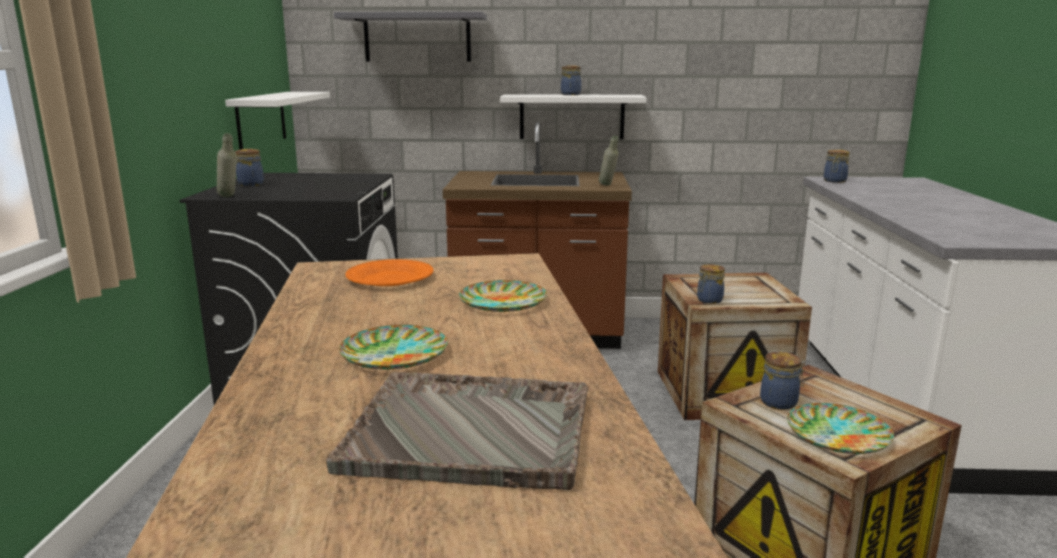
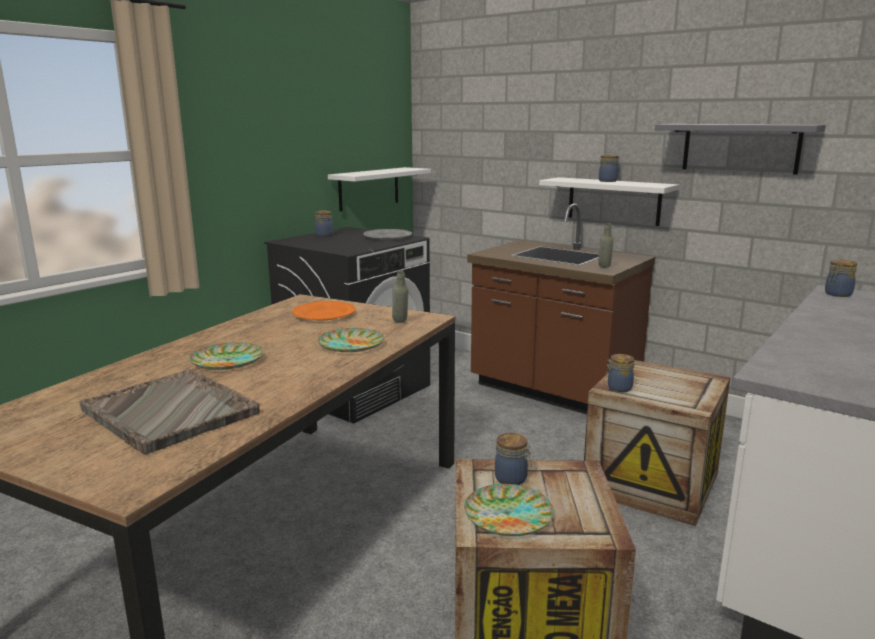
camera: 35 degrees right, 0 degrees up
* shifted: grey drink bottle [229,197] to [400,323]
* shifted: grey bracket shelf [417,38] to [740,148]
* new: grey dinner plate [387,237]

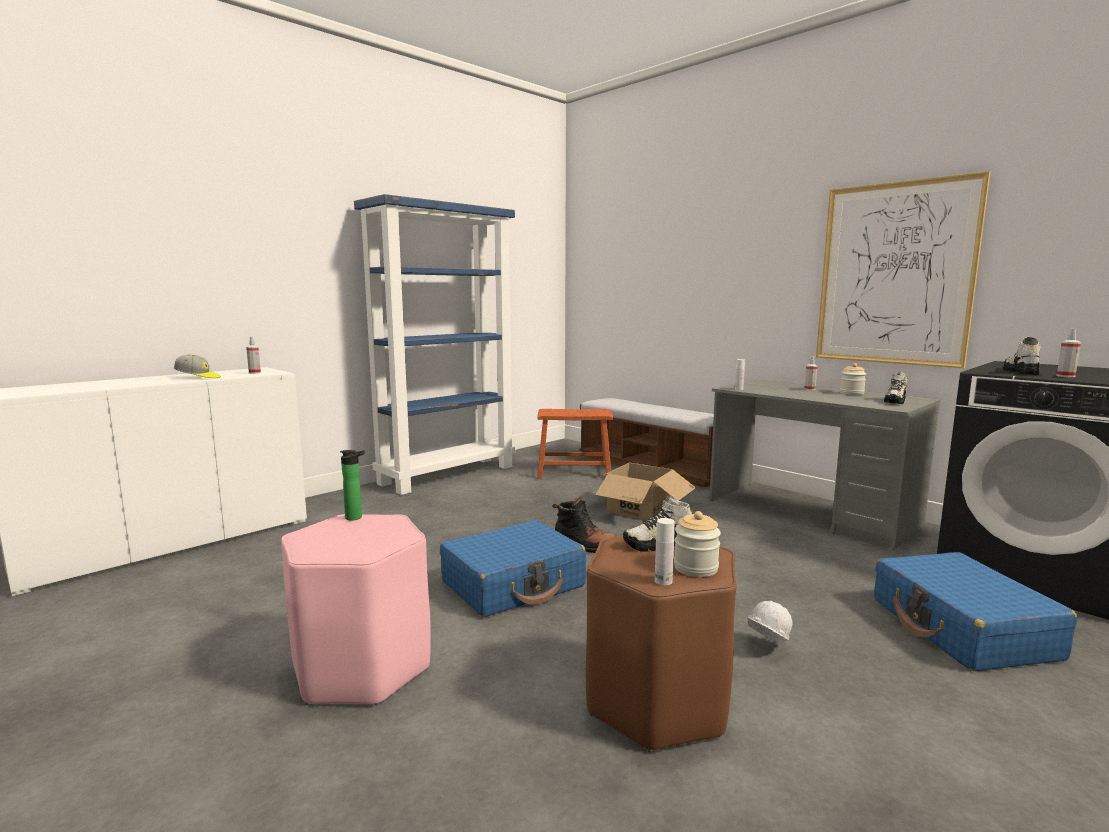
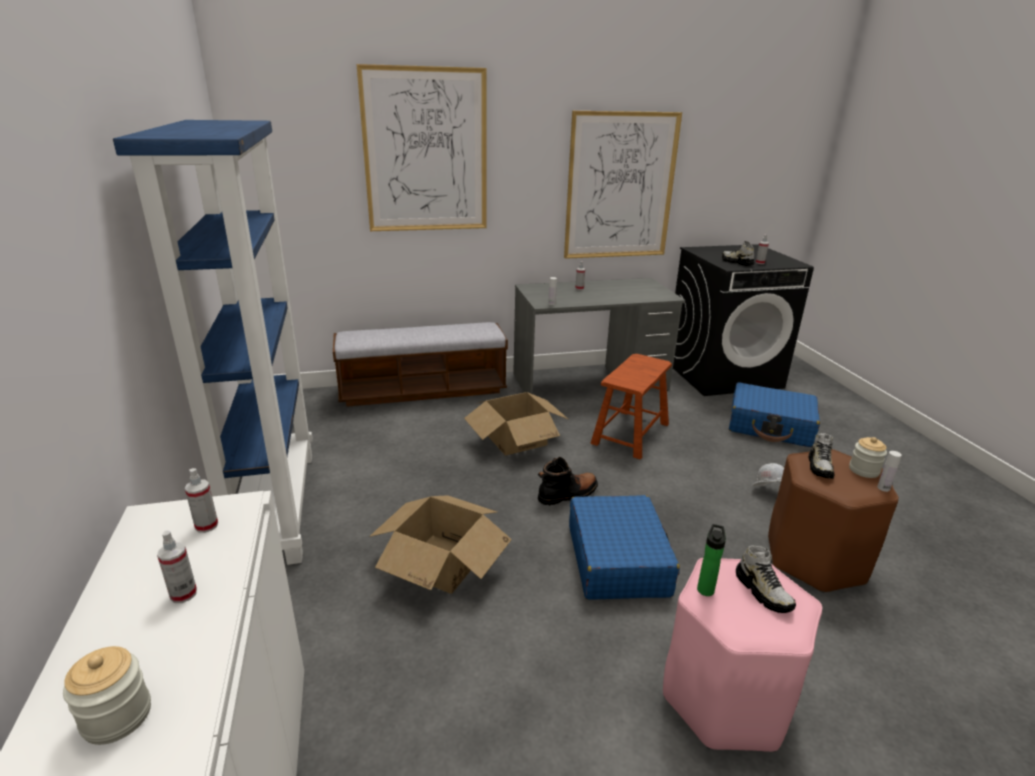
camera: 60 degrees left, 15 degrees up
* swapped: baseball cap [198,377] to sprayer [183,594]
* shifted: brown stool seat [574,472] to [630,433]
* shifted: preserve jar [851,393] to [117,716]
* shifted: shoe [895,401] to [763,592]
* new: wall picture [425,151]
* new: packing box [442,563]

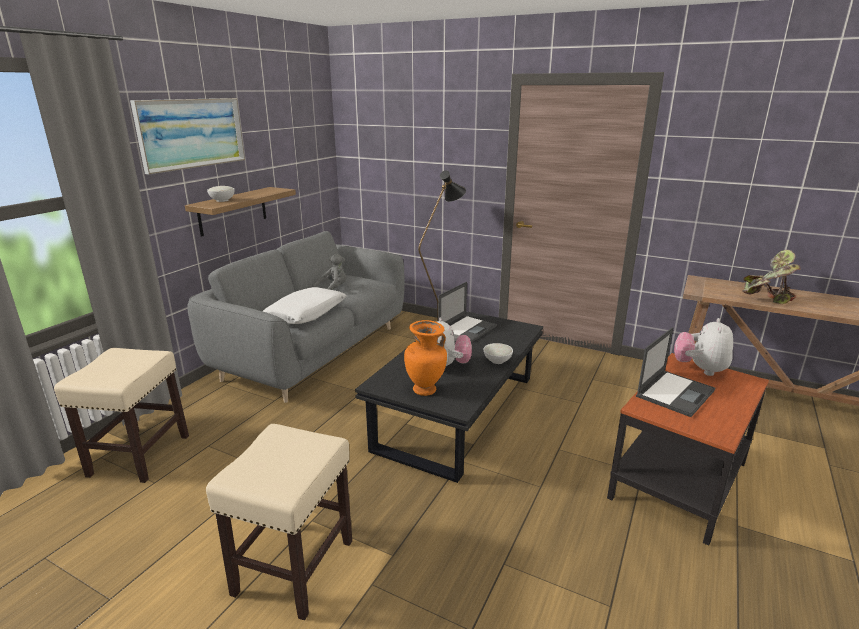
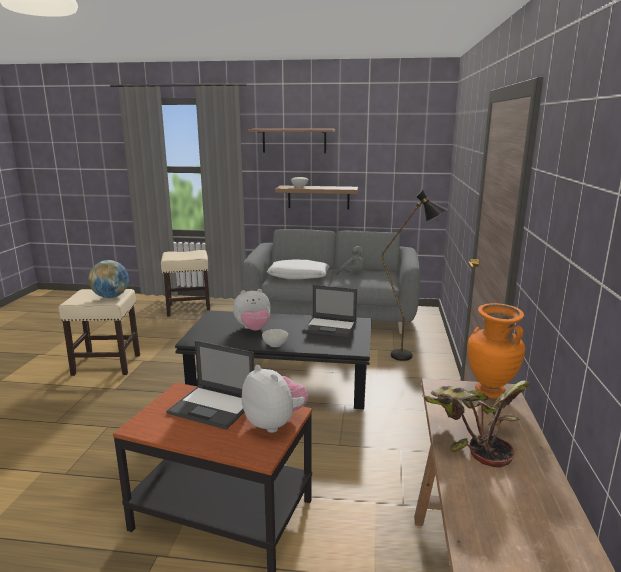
camera: 70 degrees right, 5 degrees down
* swapped: wall picture [192,133] to bracket shelf [294,140]
* shifted: orange decorative vase [425,391] to [489,392]
* rotated: plush toy [699,369] = [274,423] 45 degrees clockwise
* new: world globe [111,297]

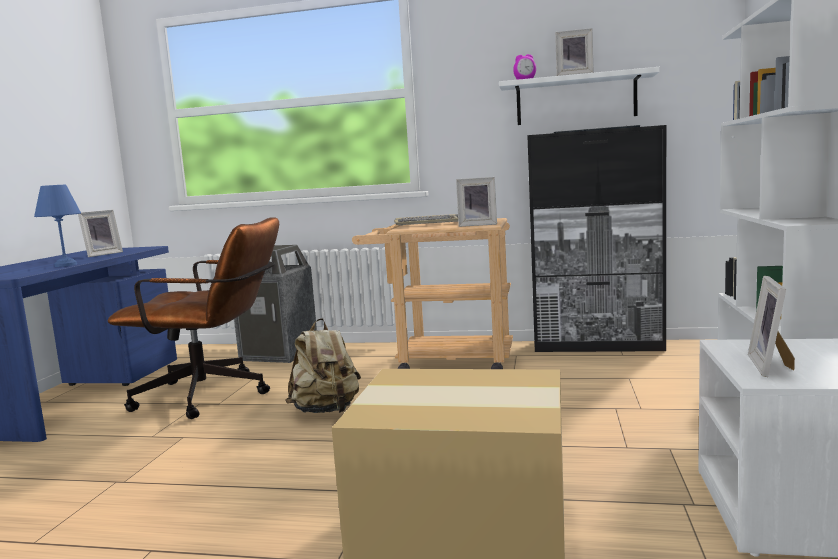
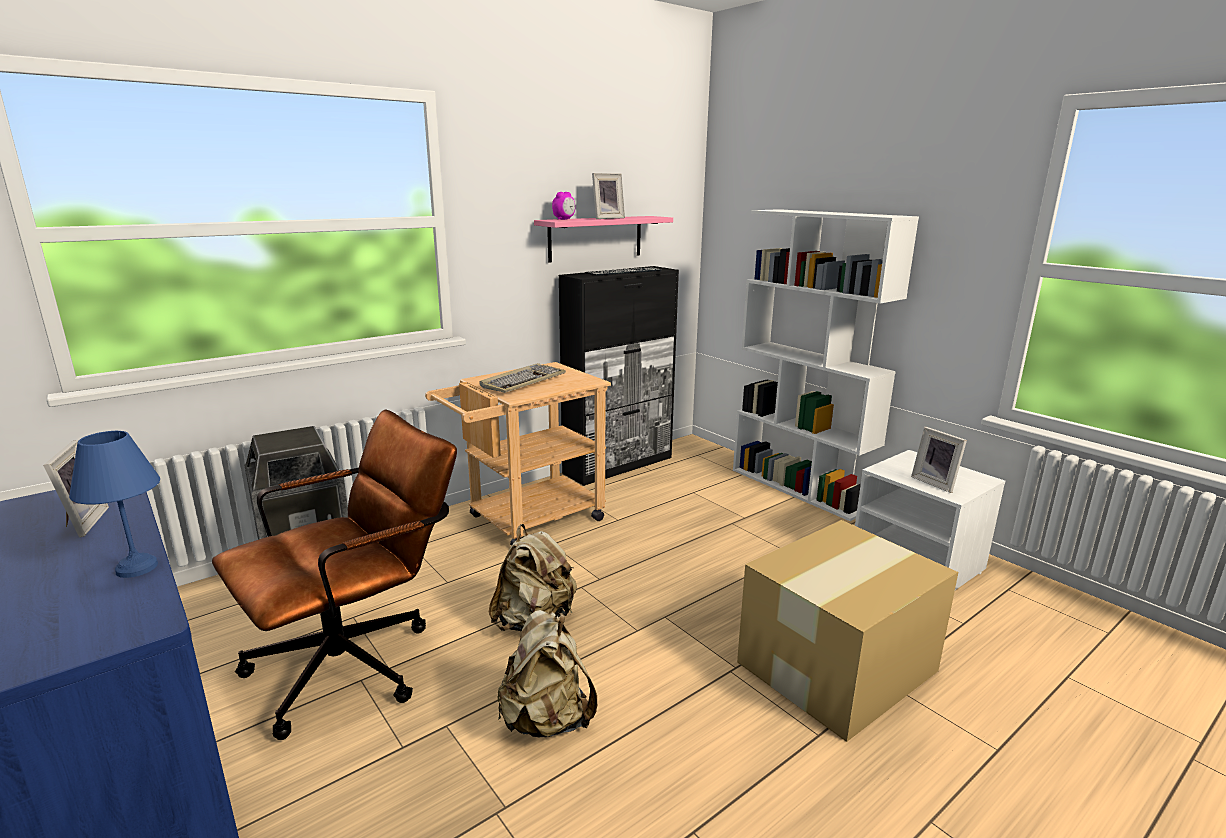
camera: 50 degrees left, 10 degrees up
* gone: picture frame [477,225]
* repainted: white bracket shelf [575,99] to pink bracket shelf [595,238]
* new: sand-coloured knapsack [546,720]

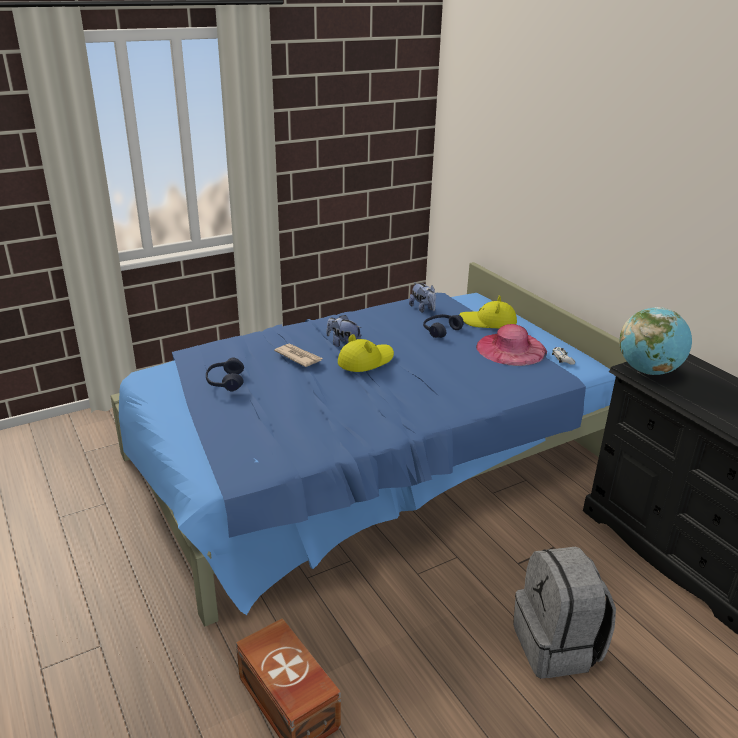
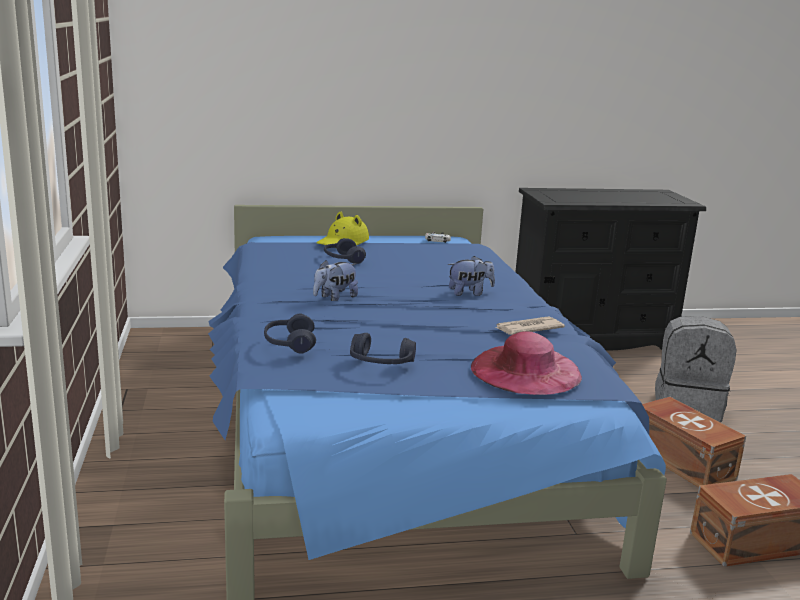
camera: 70 degrees left, 10 degrees down
* shifted: newspaper [298,357] to [527,328]
* gone: yellow clothing hat [365,360]
* shifted: plush toy [423,309] to [469,293]
* shifted: pink clothing hat [511,349] to [526,370]
* gone: world globe [648,371]
* new: blue headset [289,344]
* new: brown storage bin [682,461]

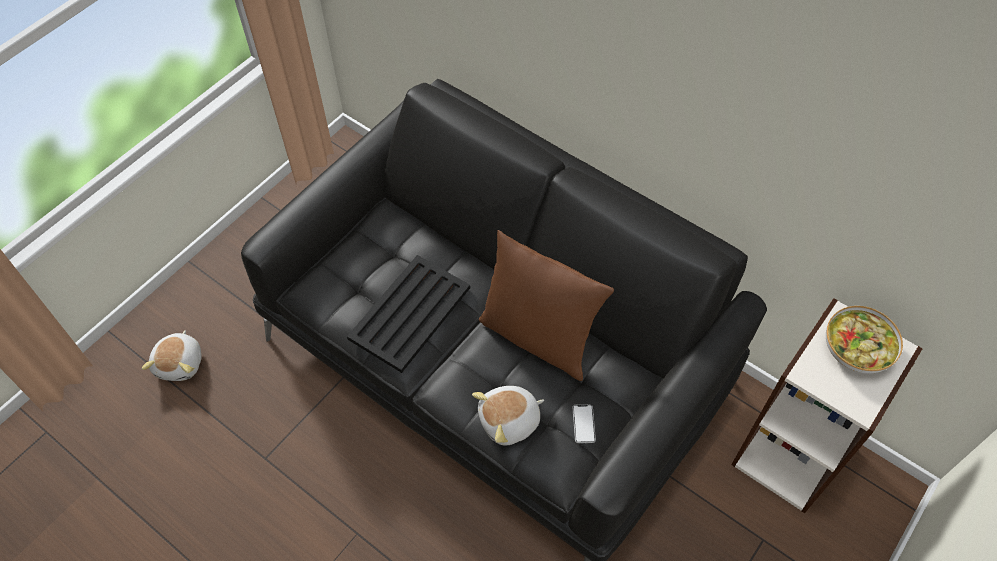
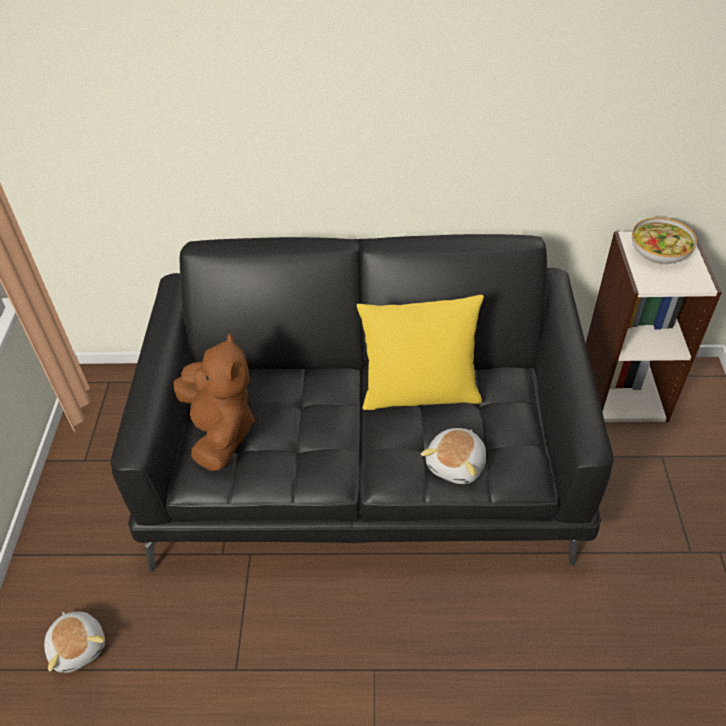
camera: 35 degrees left, 10 degrees down
* gone: black tray [409,314]
* repainted: brown throw pillow [538,337] to yellow throw pillow [420,393]
* gone: telephone [583,424]
* new: brown plush toy [220,432]

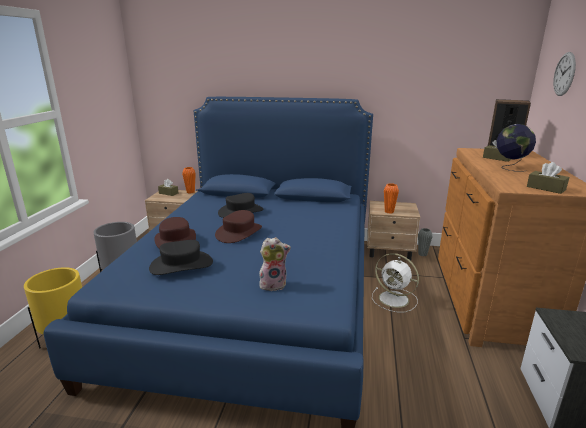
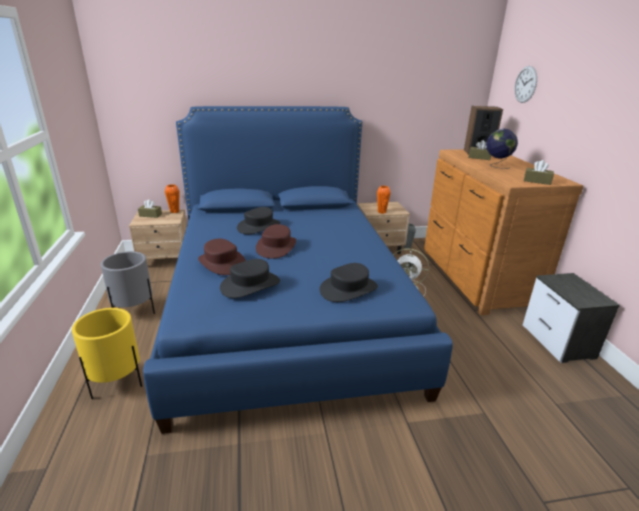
camera: 20 degrees left, 5 degrees up
* swapped: plush toy [273,284] to black clothing hat [348,289]

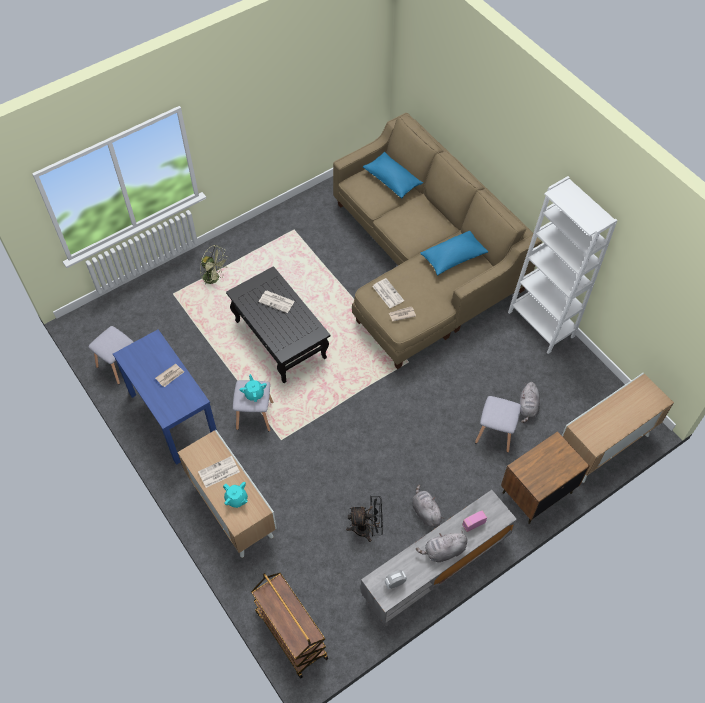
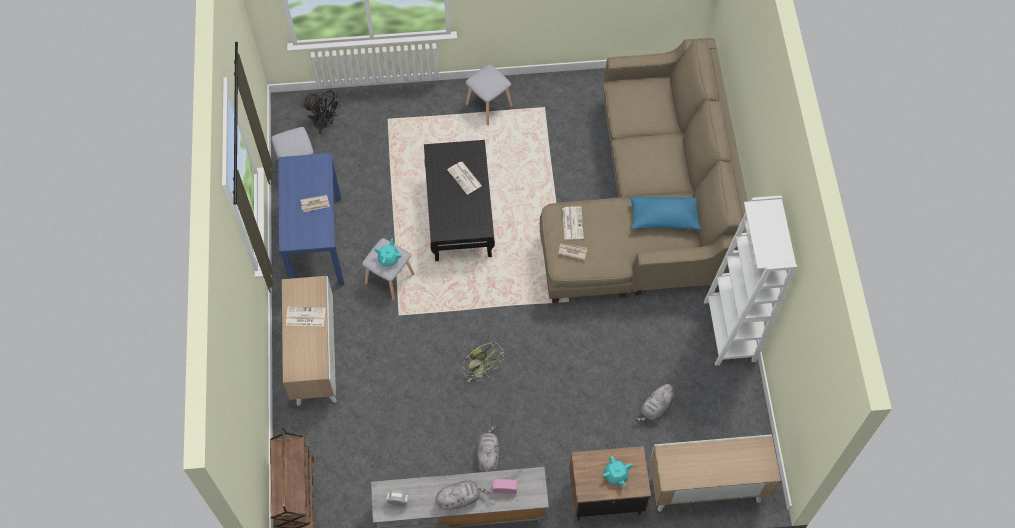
camera: 30 degrees right, 5 degrees up
* shifted: green fan [214,278] to [482,370]
* shifted: turquoise teapot [236,499] to [616,475]
* shifted: black fan [367,529] to [324,124]
* gone: blue throw pillow [392,180]
* rotated: grey plush toy [443,551] = [460,498] 150 degrees clockwise
* shifted: grey stool seat [495,434] to [488,106]

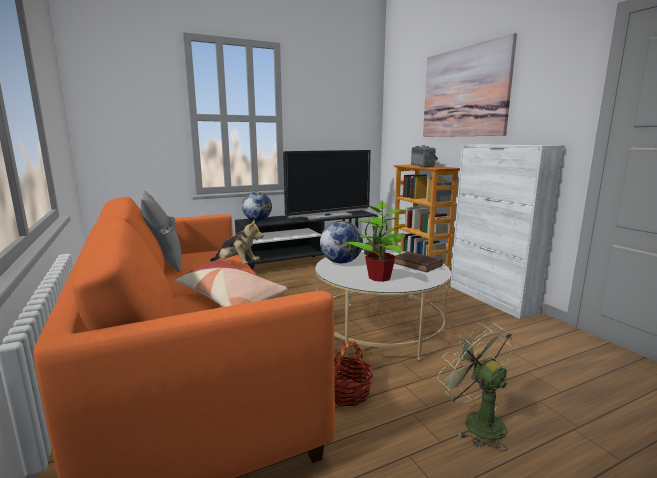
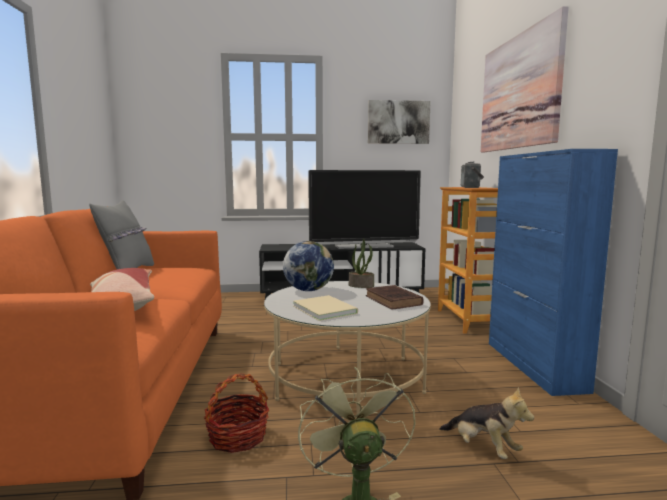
camera: 20 degrees right, 5 degrees down
* shifted: plush toy [237,265] to [483,448]
* gone: world globe [257,220]
* swapped: plant in a pot [379,278] to sand-coloured book [325,309]
* repainted: white cabinet [492,299] to blue cabinet [534,366]
* new: wall picture [398,122]

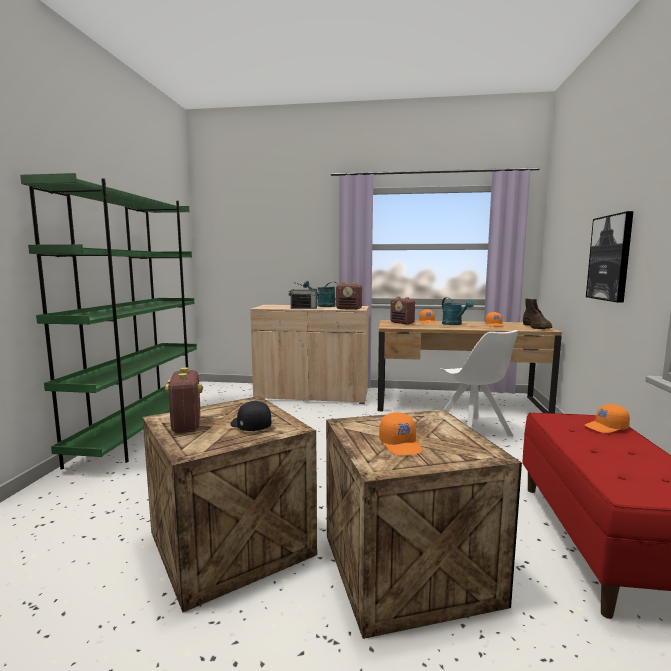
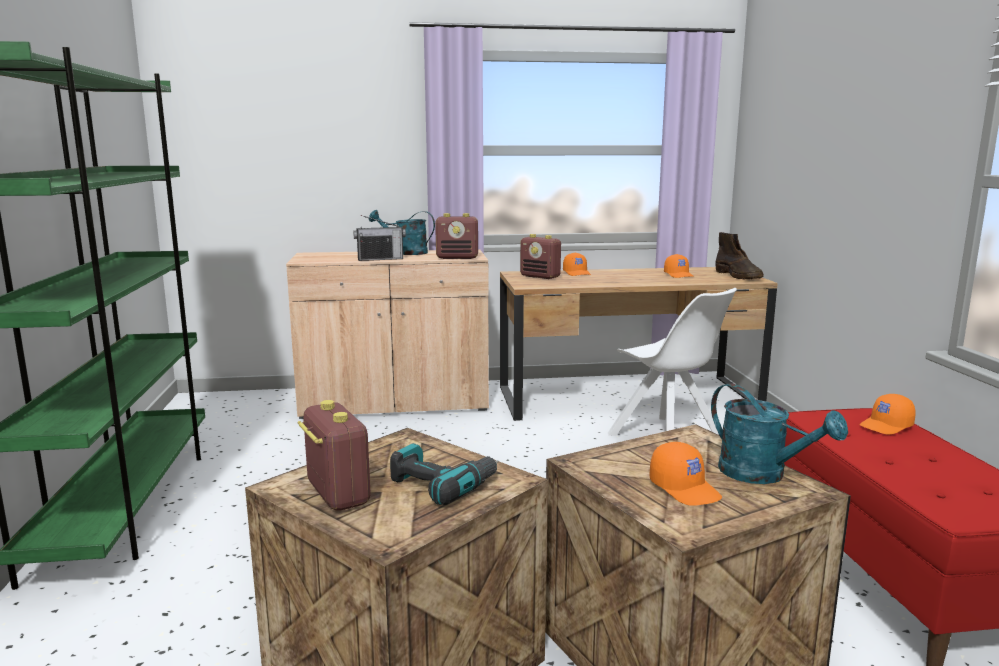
camera: 15 degrees left, 5 degrees up
* swapped: black baseball cap [250,426] to power drill [442,484]
* shifted: turquoise watering can [454,324] to [763,475]
* gone: wall picture [610,258]

